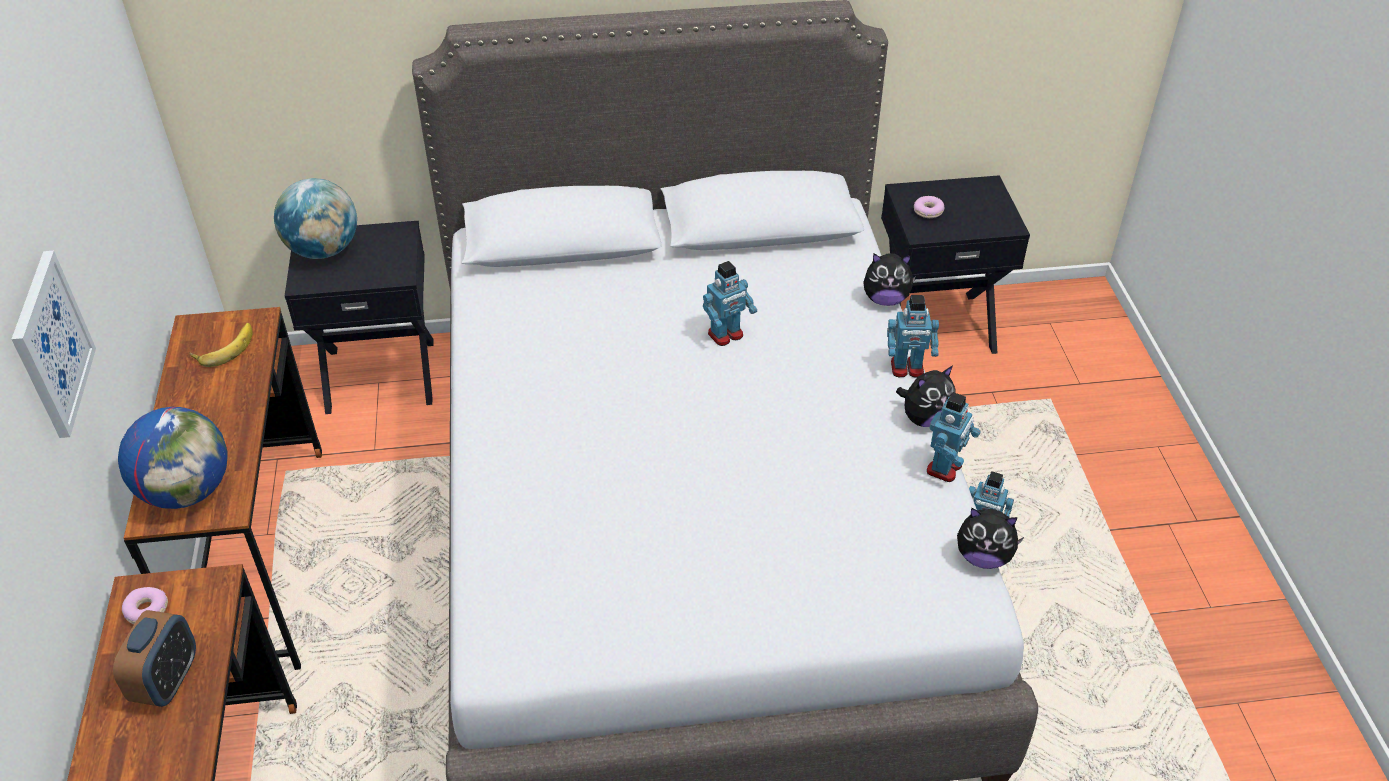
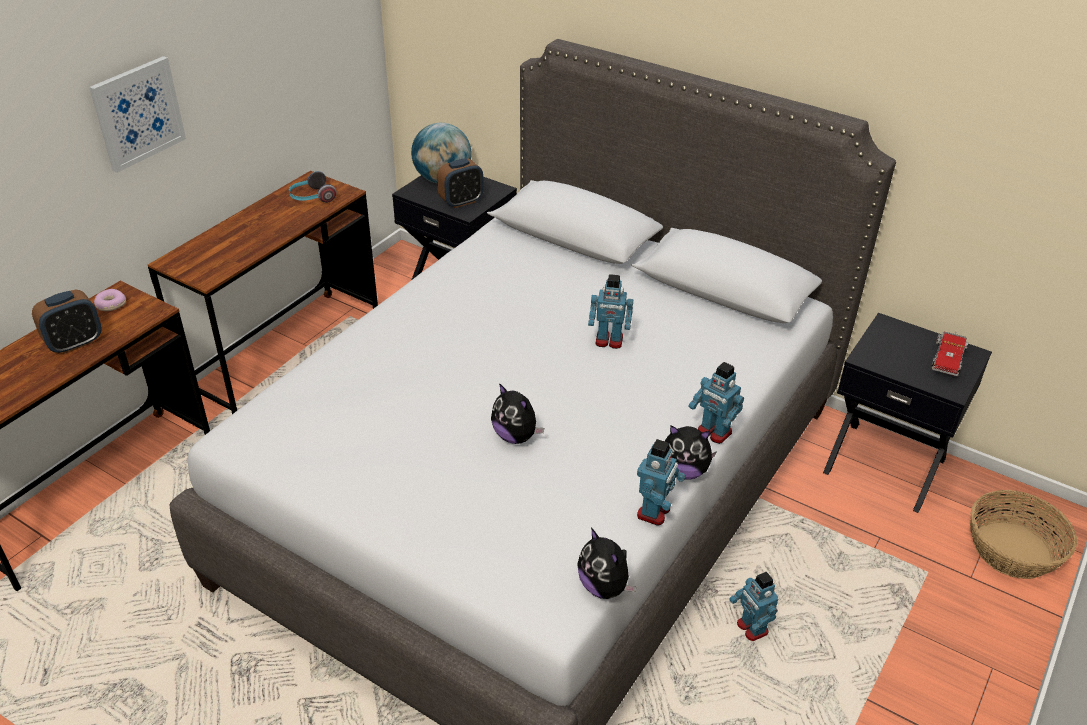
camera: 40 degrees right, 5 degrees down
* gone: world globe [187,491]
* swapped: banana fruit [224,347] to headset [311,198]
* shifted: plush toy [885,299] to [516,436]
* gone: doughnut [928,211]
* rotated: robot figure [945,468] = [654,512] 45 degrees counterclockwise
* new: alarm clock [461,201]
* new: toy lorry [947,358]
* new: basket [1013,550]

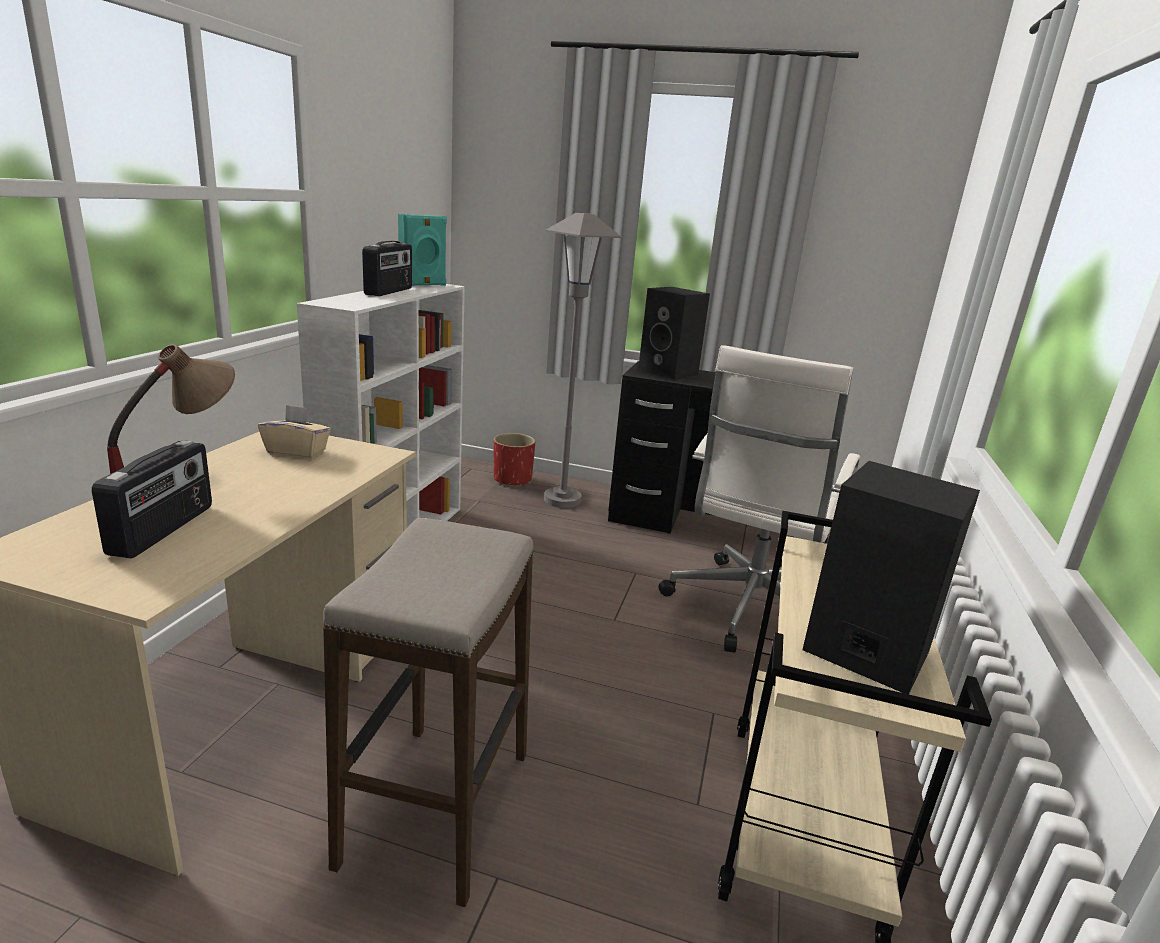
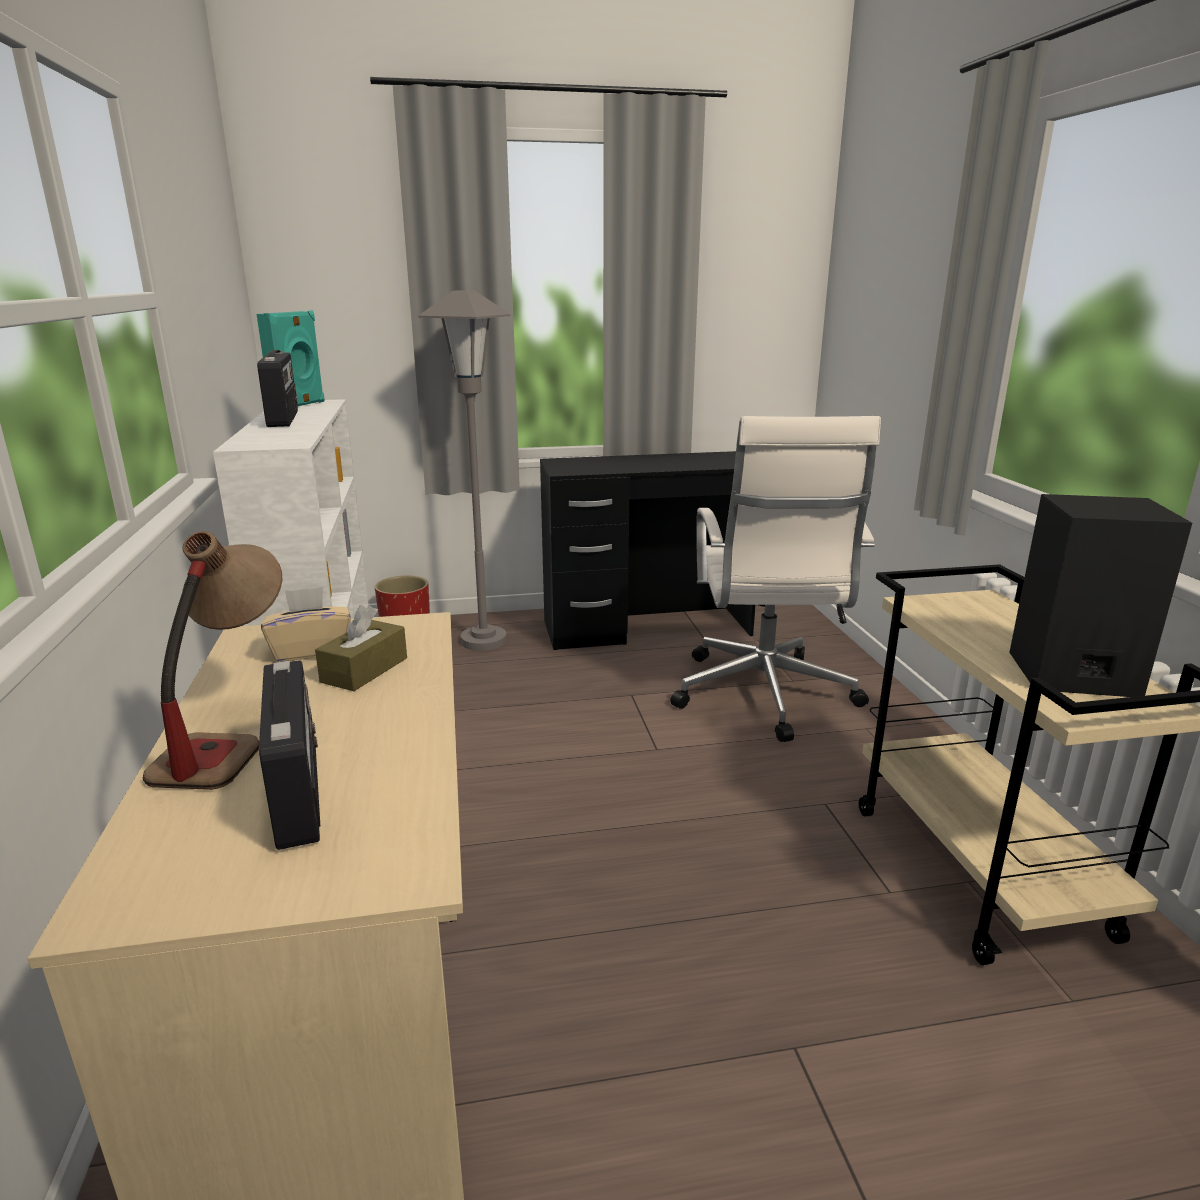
camera: 25 degrees left, 0 degrees up
* gone: stool seat [438,807]
* gone: black speaker [670,372]
* new: brown box of tissues [364,670]

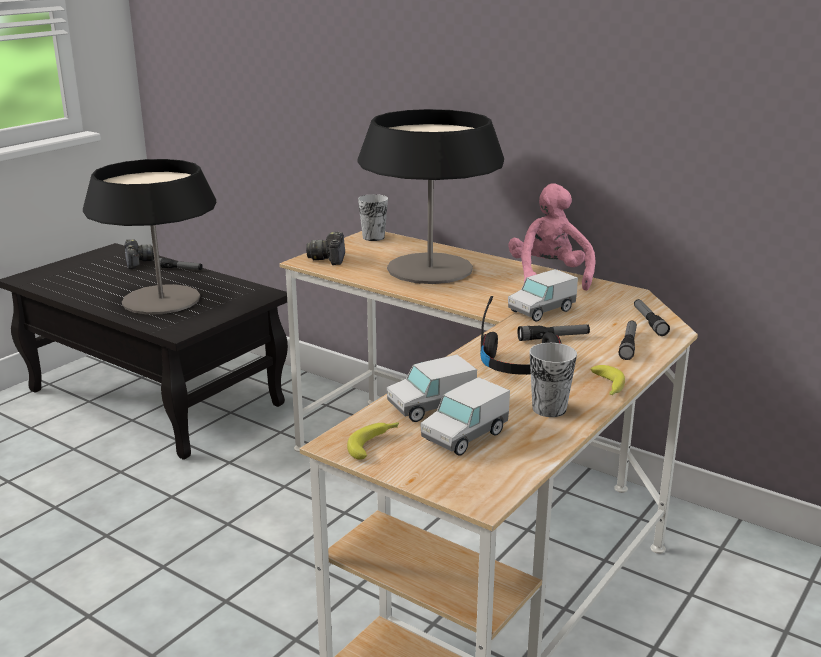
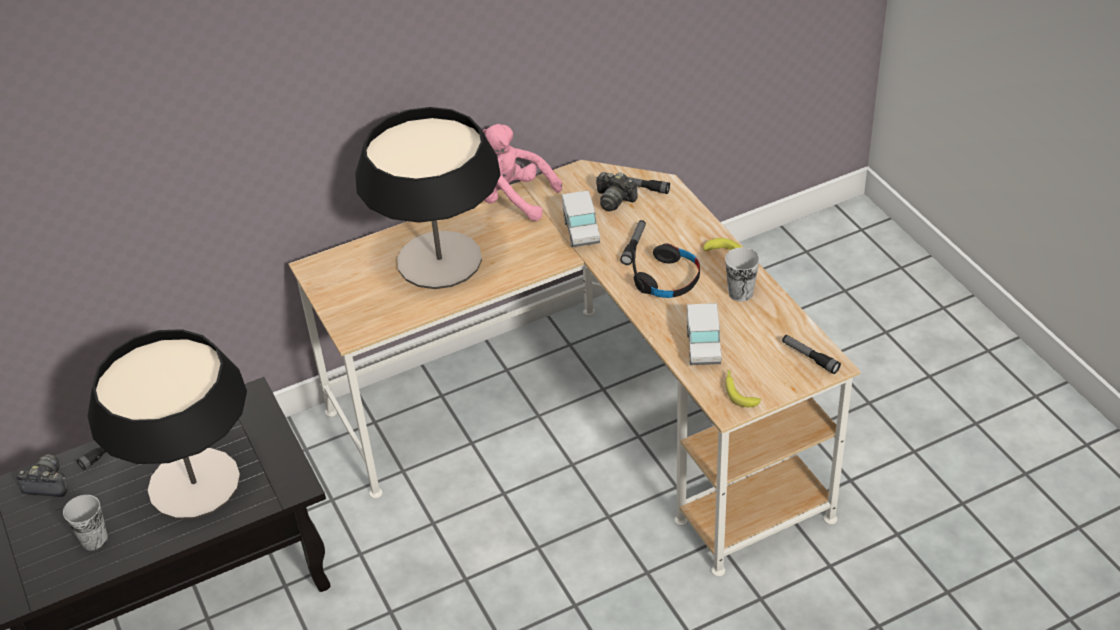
camera: 60 degrees left, 20 degrees up
* shifted: still camera [329,259] to [614,200]
* shifted: cup [373,237] to [94,539]
* gone: toy lorry [465,436]
* shifted: flashlight [628,345] to [809,357]

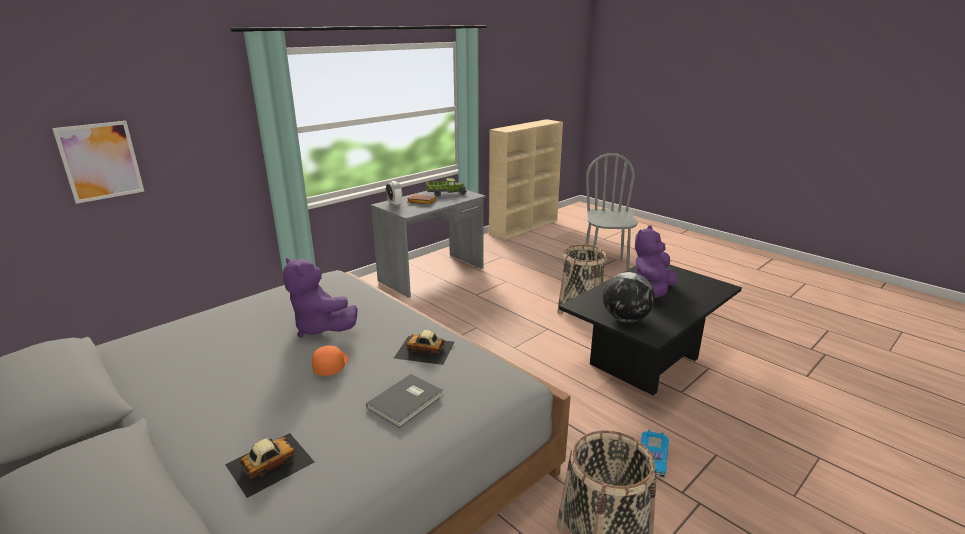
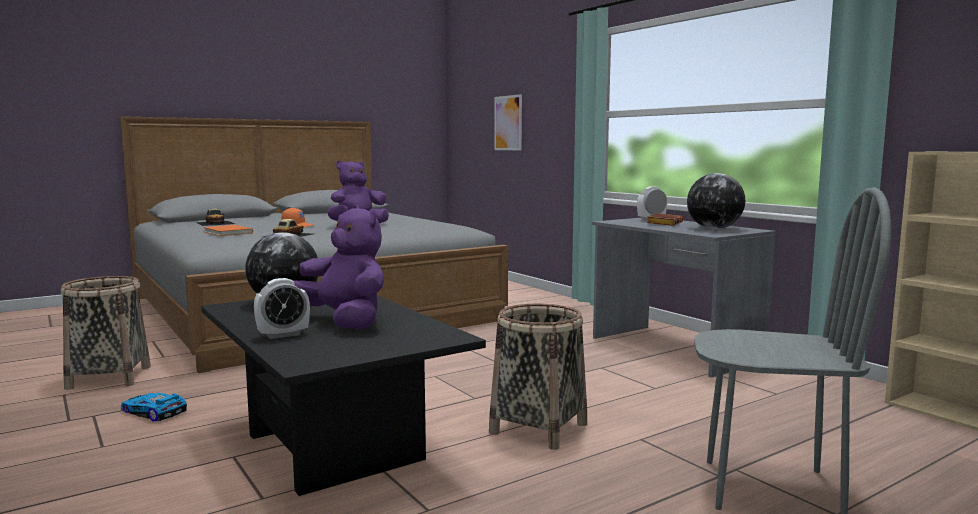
camera: 100 degrees right, 15 degrees down
* repainted: grey book [407,402] to orange book [227,232]
* swapped: toy lorry [446,194] to world globe [714,228]
* new: alarm clock [283,335]

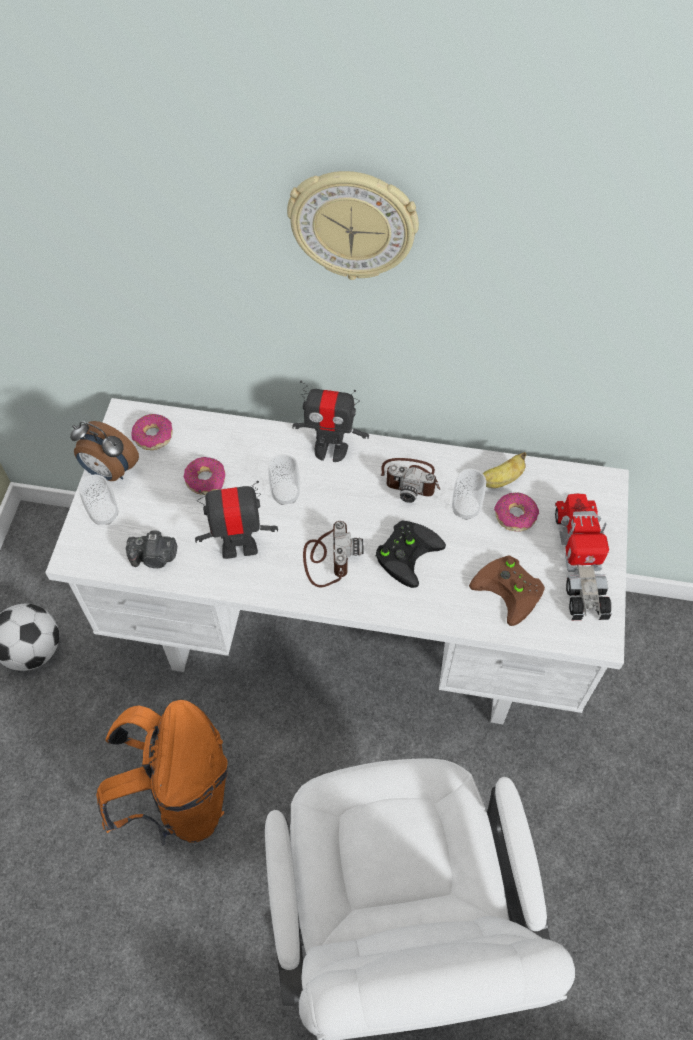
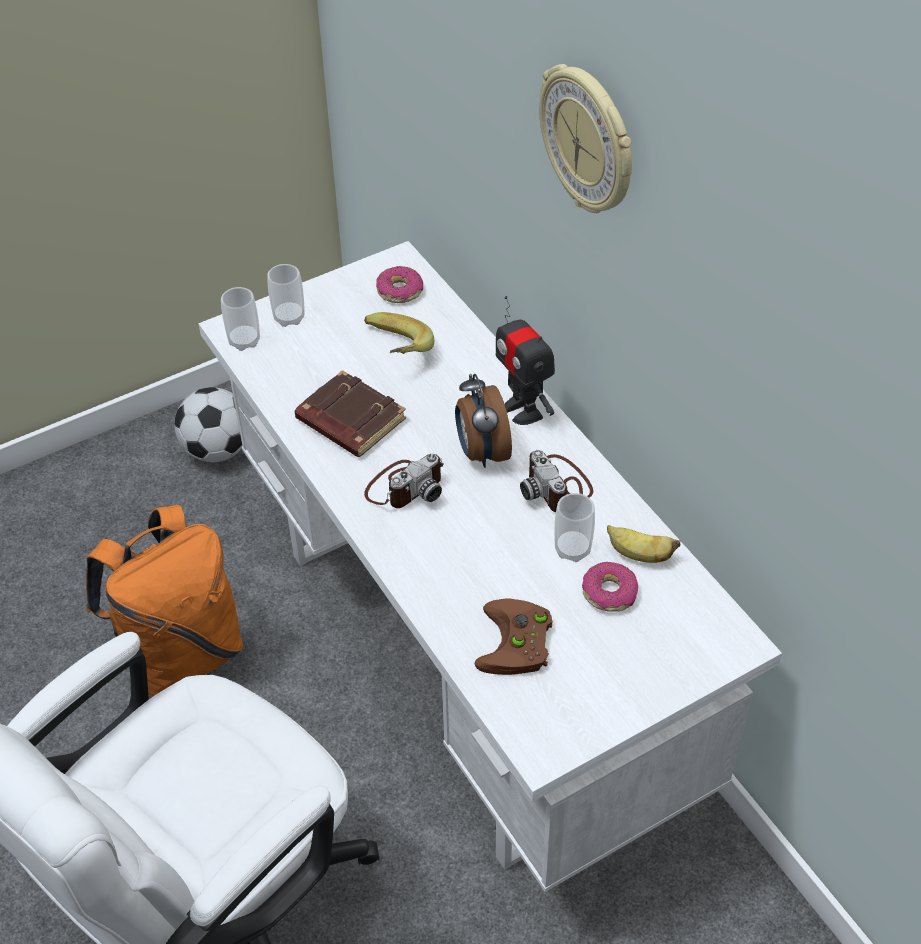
camera: 50 degrees right, 10 degrees down
* shifted: alarm clock [110,471] to [481,452]
* gone: still camera [154,558]
* swapped: doughnut [206,480] to banana fruit [393,352]
* swapped: robot figure [239,548] to brown book [349,420]
* shifted: cup [285,494] to [244,341]
* gone: black joypad [407,552]
* gone: toy lorry [580,563]

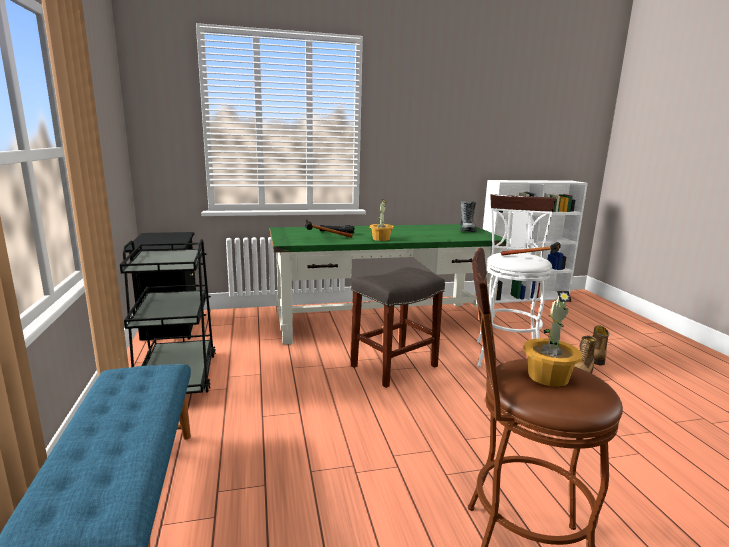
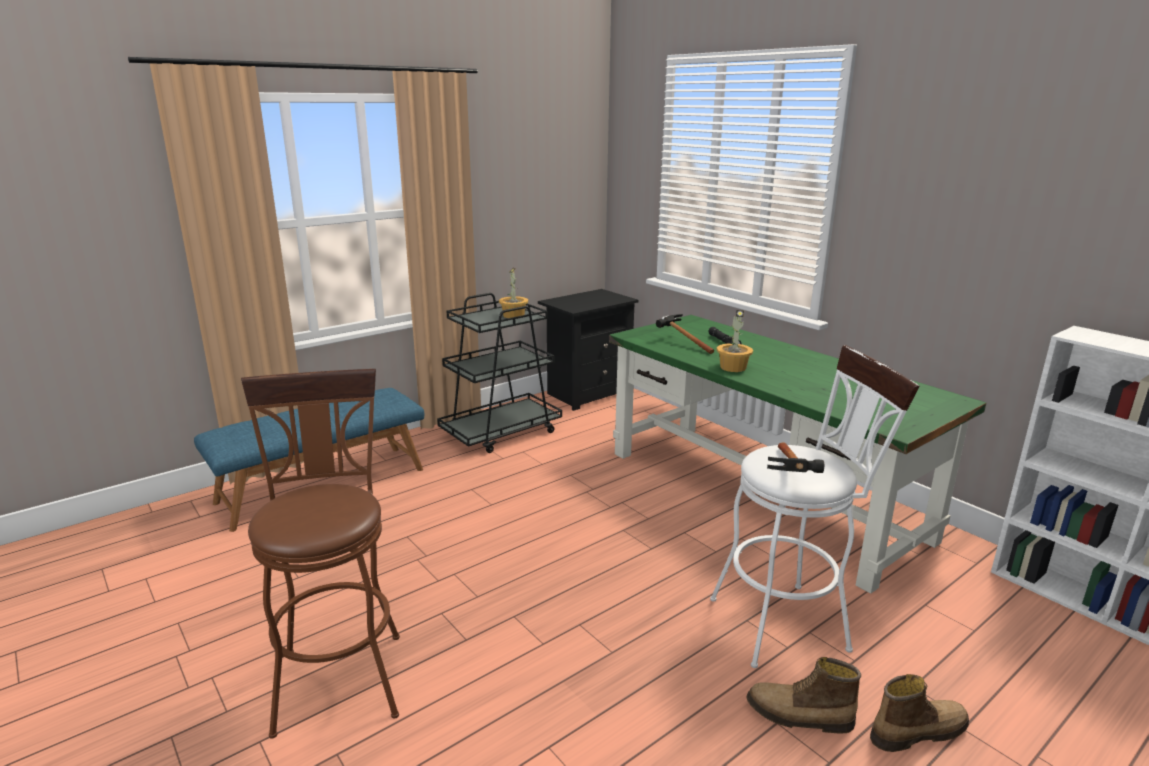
camera: 65 degrees right, 5 degrees up
* gone: grey stool seat [393,366]
* gone: high-top boot [467,229]
* shifted: plant in a pot [548,376] to [514,315]

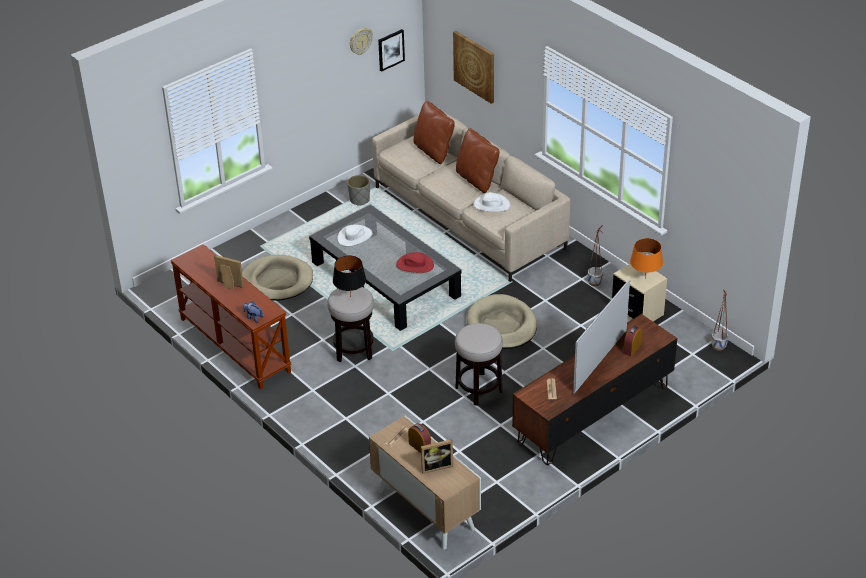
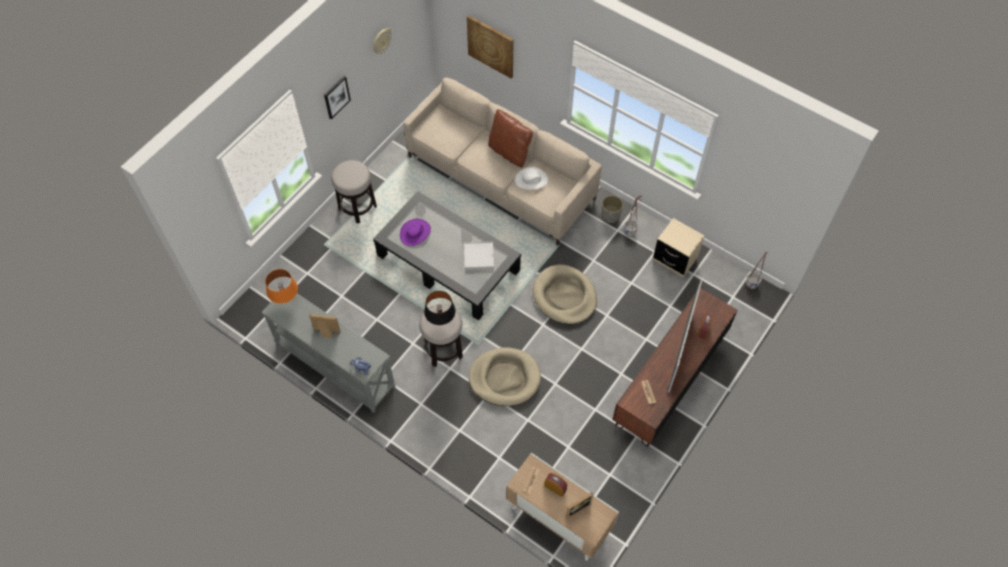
camera: 15 degrees left, 20 degrees up
* repainted: brown console table [234,345] to grey console table [334,366]
* shifted: sand-coloured pet bed [277,281] to [505,378]
* repainted: white clothing hat [355,237] to purple clothing hat [415,233]
* shifted: grey planter [360,200] to [610,216]
* shifted: wall picture [390,49] to [336,97]
* swapped: red clothing hat [415,265] to white tray [479,256]
* gone: brown throw pillow [434,151]
* shifted: stool seat [478,389] to [357,207]
* shifted: orange table lamp [645,278] to [286,300]

